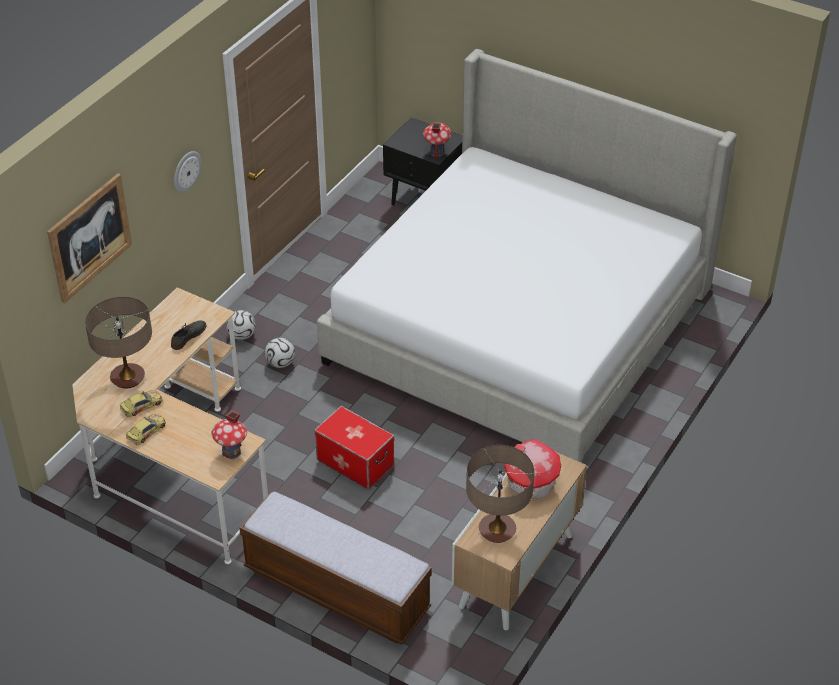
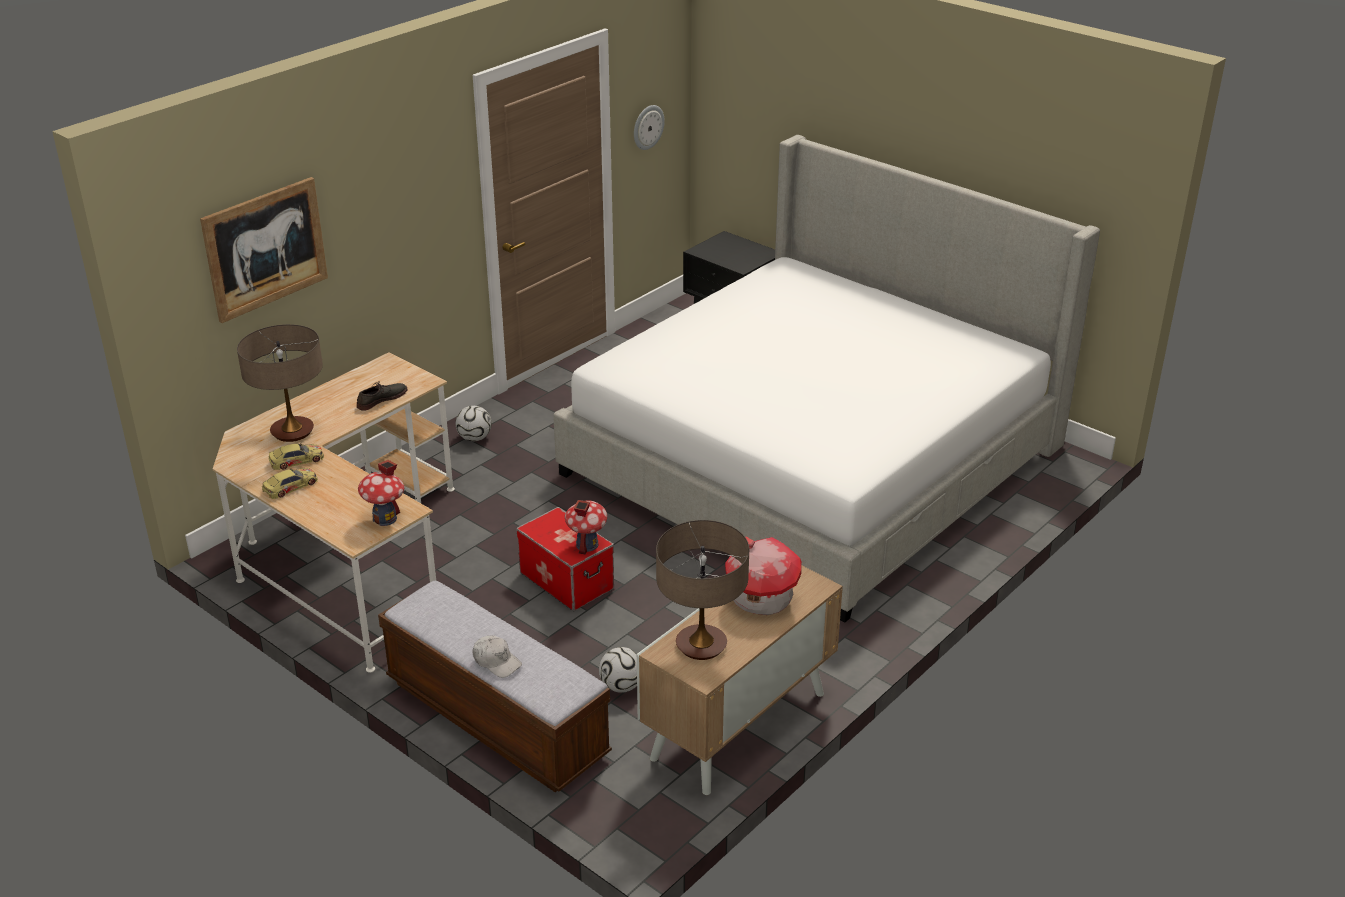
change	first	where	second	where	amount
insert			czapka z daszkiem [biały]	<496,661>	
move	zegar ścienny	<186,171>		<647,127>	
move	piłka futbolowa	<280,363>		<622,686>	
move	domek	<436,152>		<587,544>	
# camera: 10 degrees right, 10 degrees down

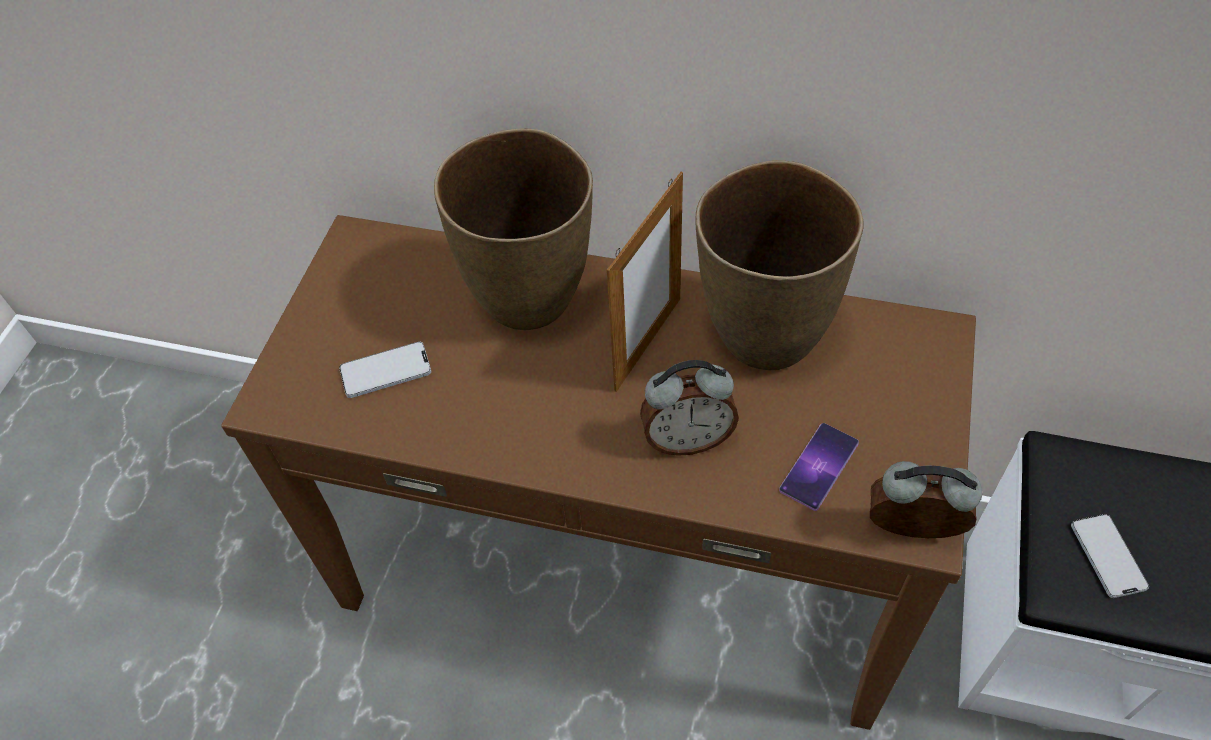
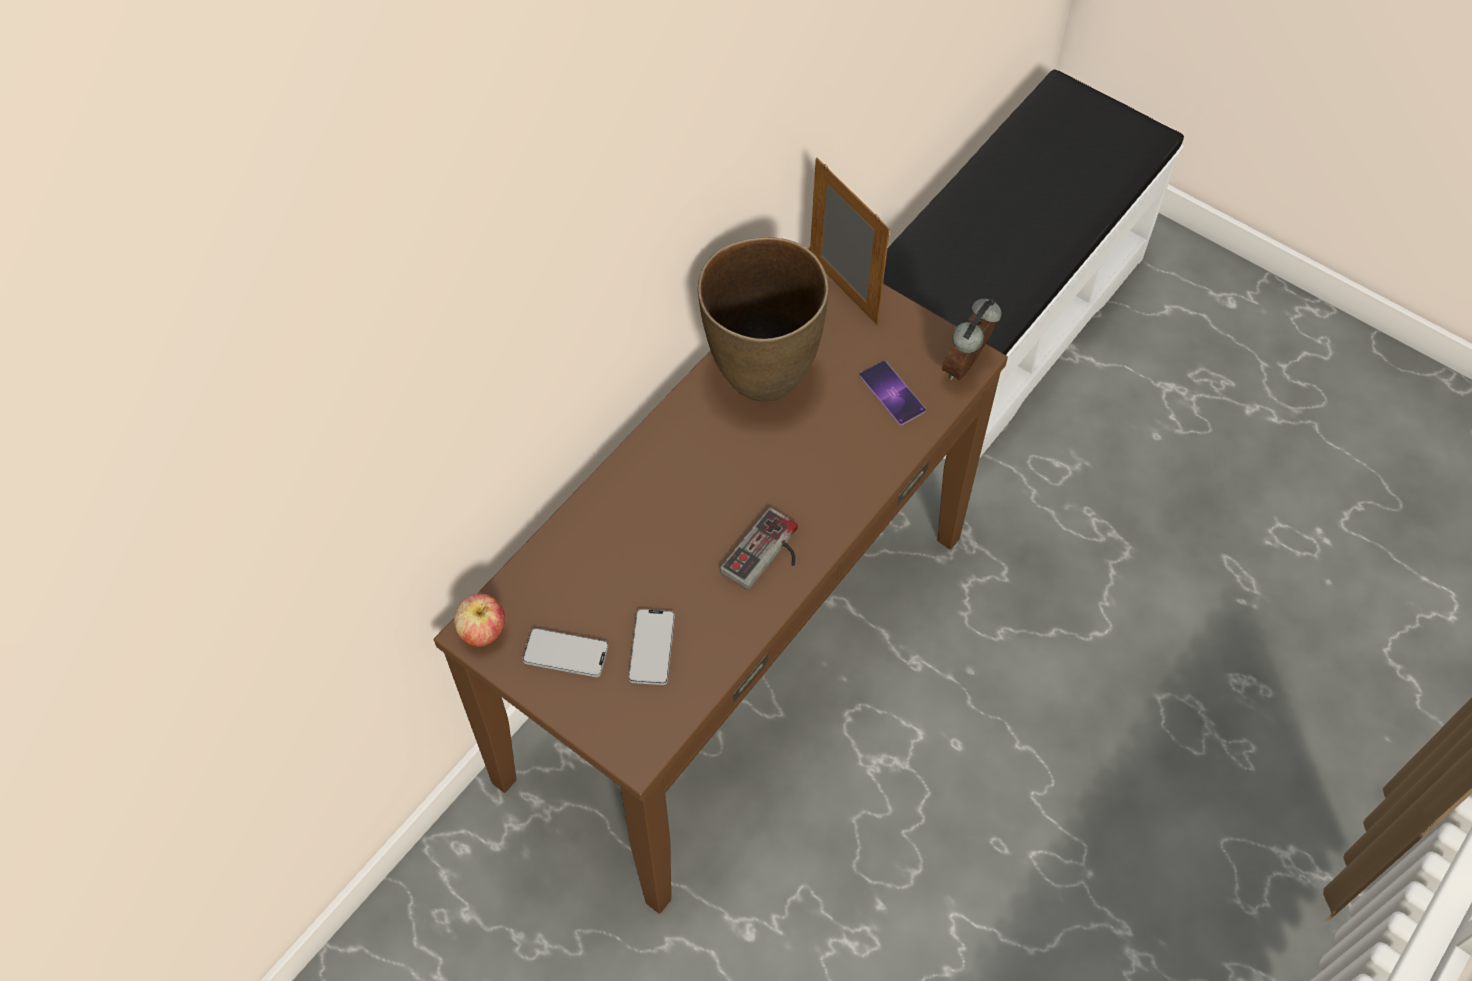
change	first	where	second	where	amount
delete	wazon [brązowy]	<531,299>			
delete	budzik	<687,439>			
insert			jabłko	<483,631>	
insert			pad do gier	<767,555>	
move	ramka na zdjęcie	<648,343>		<843,290>	
move	telefon	<1108,556>		<565,653>	
# camera: 70 degrees left, 5 degrees up

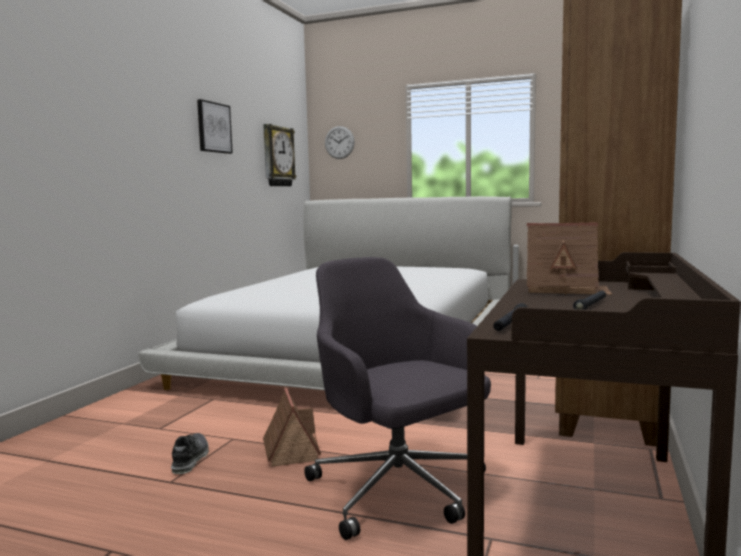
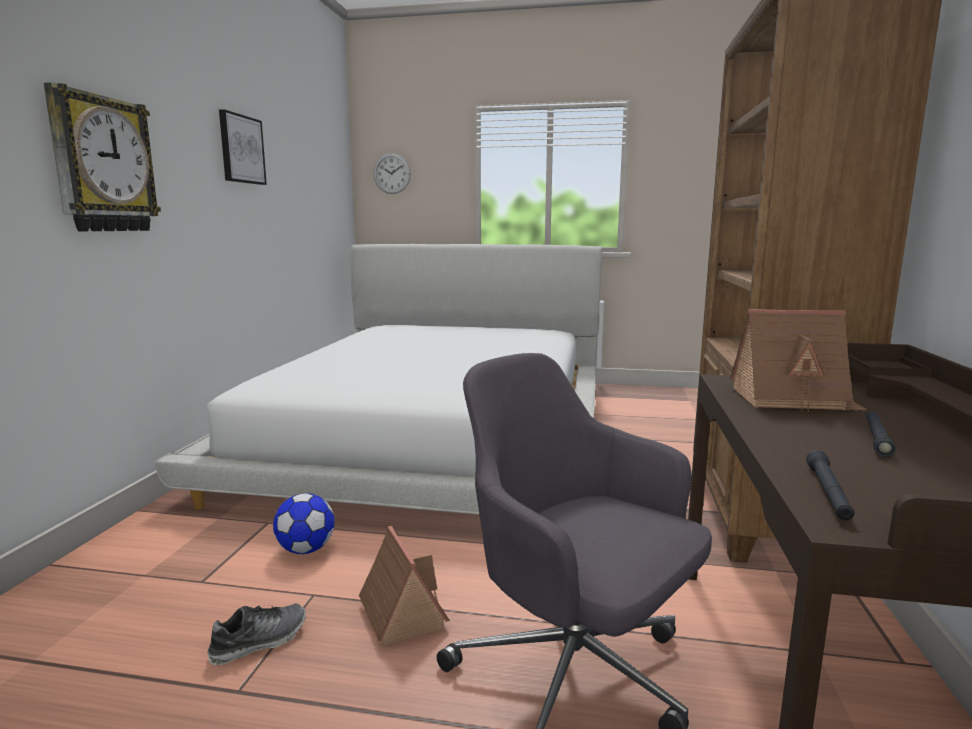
change	first	where	second	where	amount
insert			piłka futbolowa	<306,550>	
move	zegar ścienny	<277,156>		<102,165>	
rotate	but	<190,460>		<259,642>	60 degrees clockwise
# camera: 10 degrees left, 5 degrees up

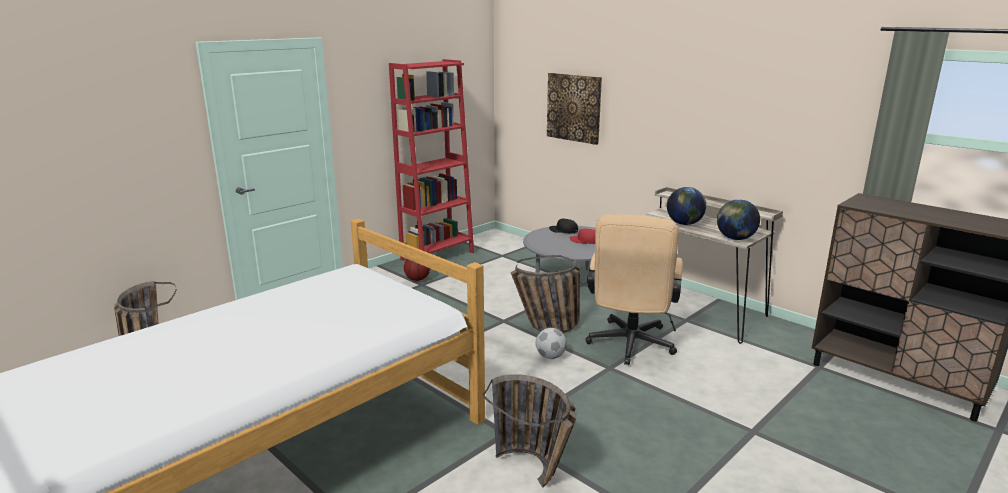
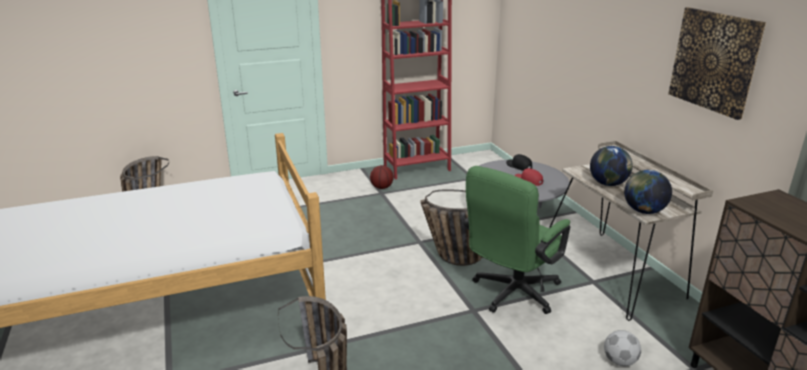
change	first	where	second	where	amount
move	piłka futbolowa	<550,357>		<619,361>	
move	obraz	<574,107>		<714,61>	
recolor	krzesło biurowe [beżowy]	<630,346>	krzesło biurowe [zielony]	<511,294>	
# camera: 25 degrees right, 5 degrees up

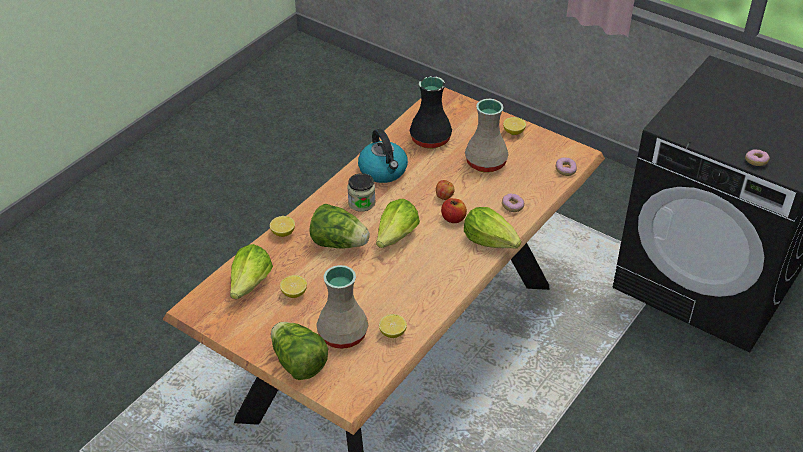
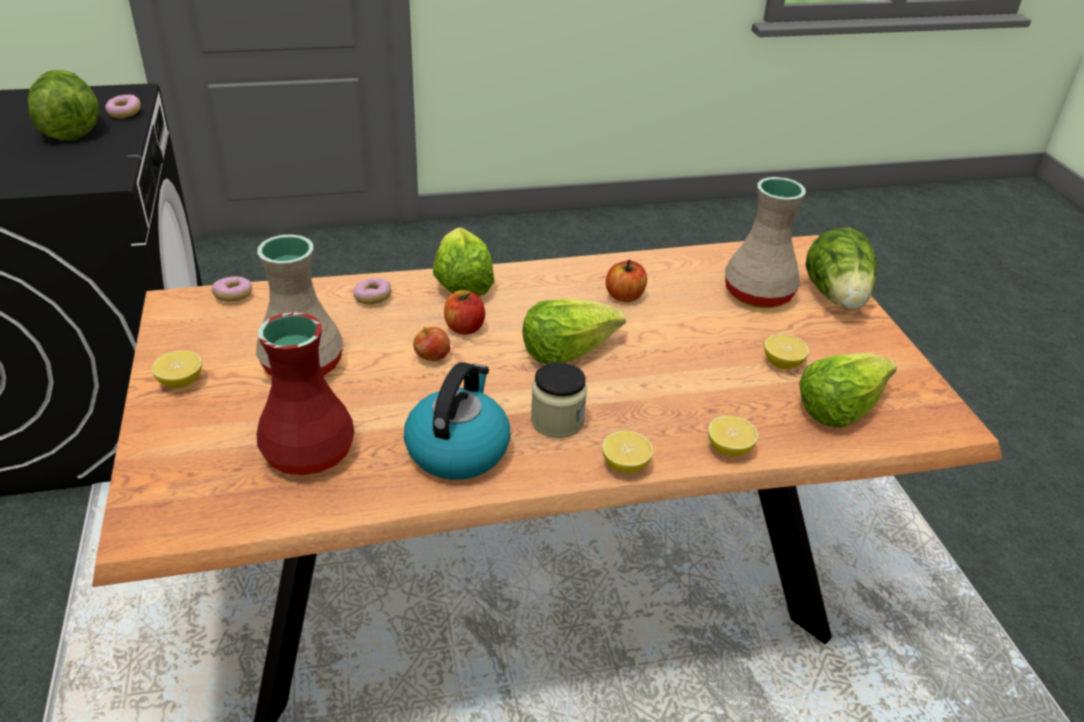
change	first	where	second	where	amount
insert			jabłko	<624,296>	
move	sałata	<339,243>		<69,129>	
move	cytryna	<392,333>		<625,465>	
recolor	wazon [czarny]	<431,139>	wazon [czerwony]	<306,452>	
# camera: 140 degrees left, 5 degrees down

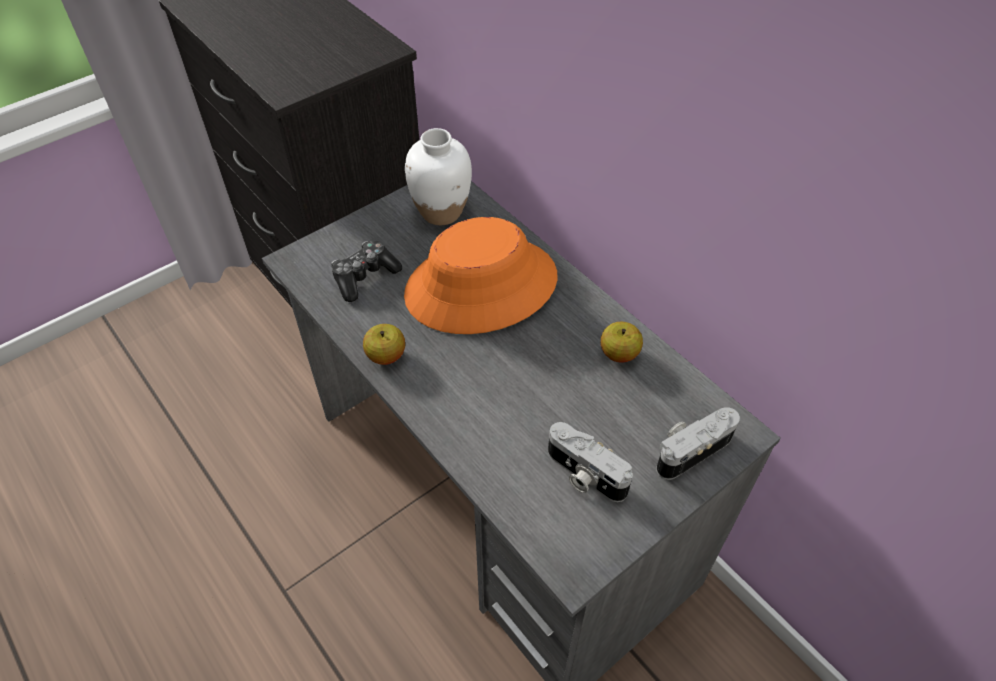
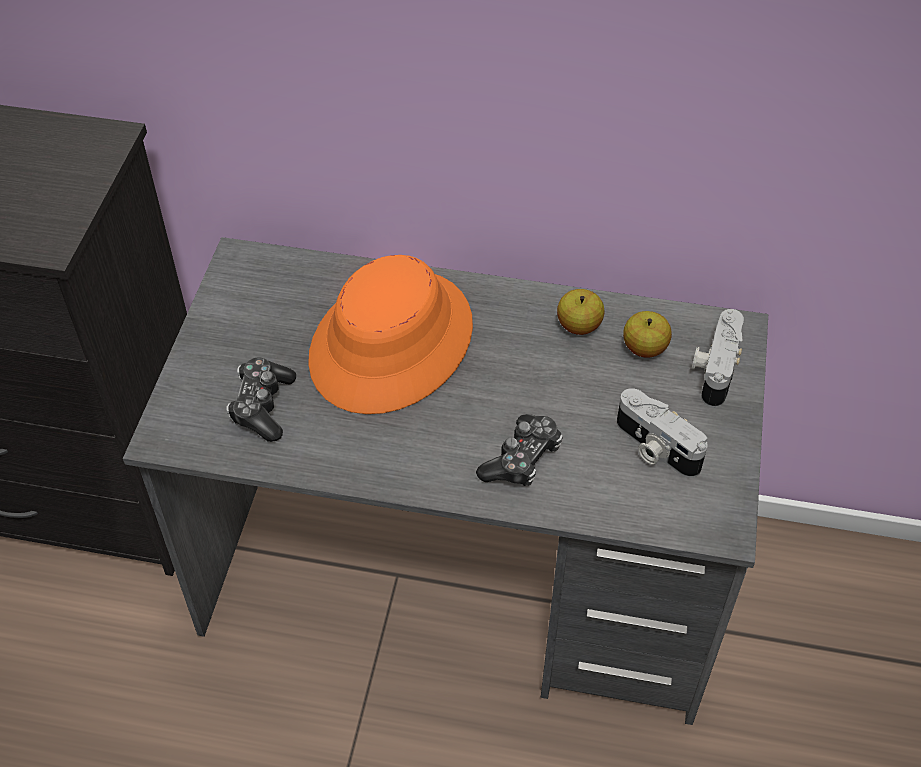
change	first	where	second	where	amount
delete	wazon [biały]	<441,212>			
insert			pad do gier	<522,459>	
move	jabłko	<386,356>		<644,348>	
rotate	aparat fotograficzny	<584,475>		<654,448>	45 degrees clockwise
# camera: 40 degrees left, 0 degrees up

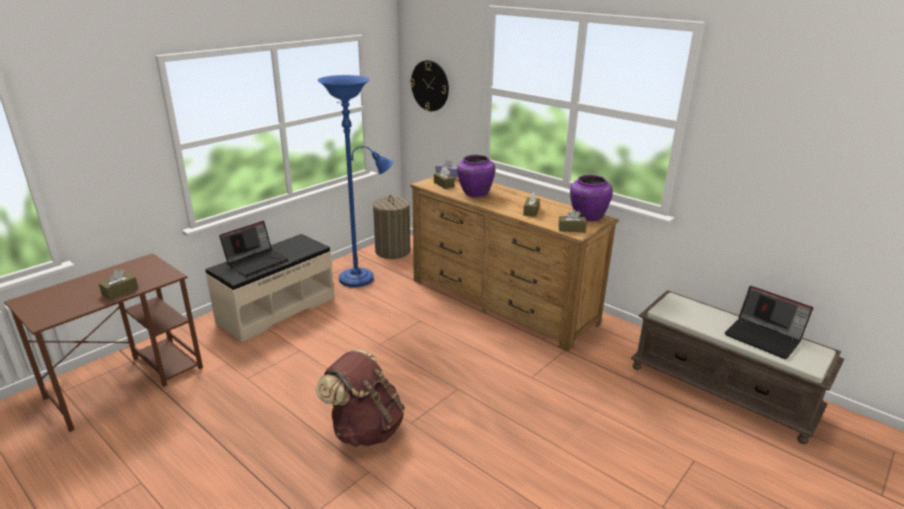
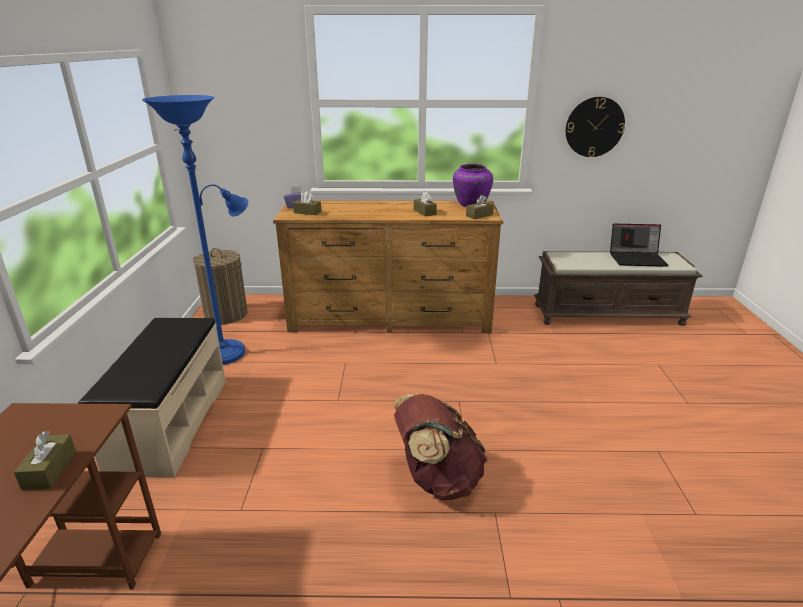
change	first	where	second	where	amount
delete	laptop	<257,261>			
delete	wazon [fioletowy]	<474,193>			
move	zegar ścienny	<430,86>		<594,127>	
# camera: 40 degrees left, 0 degrees up

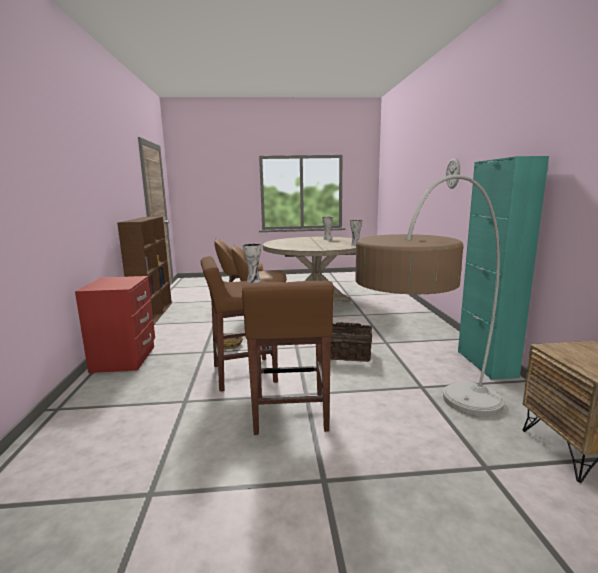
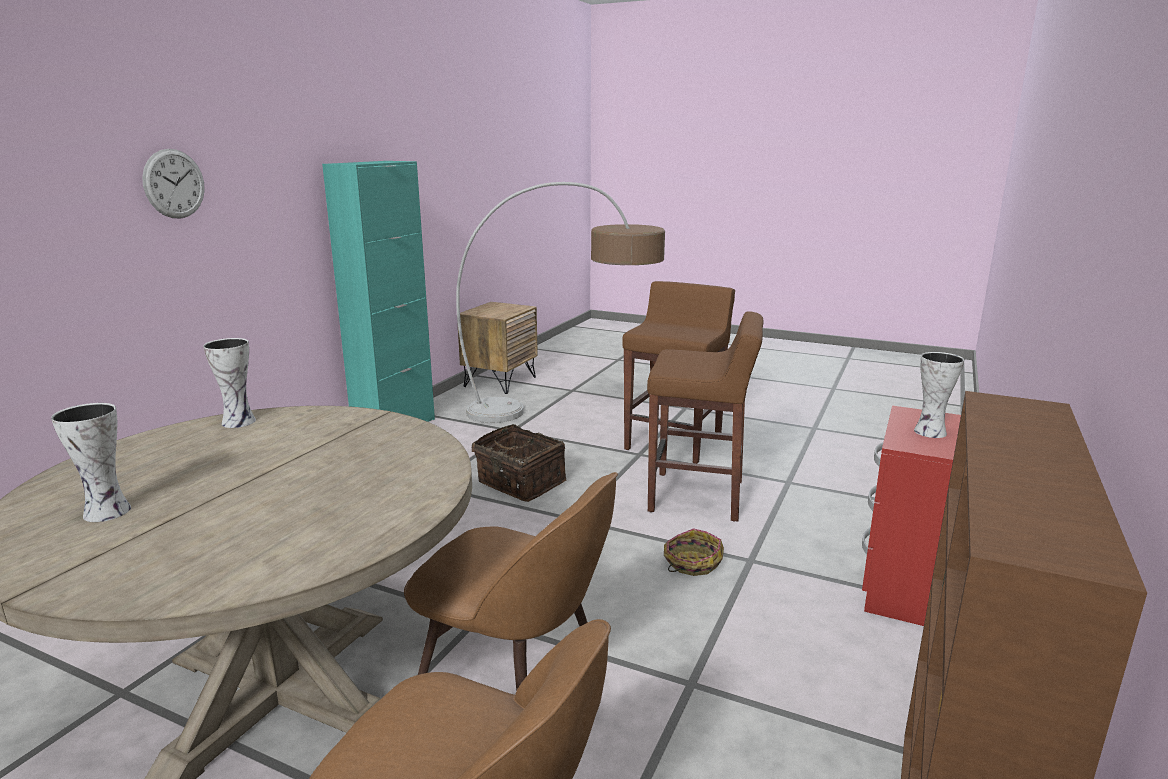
change	first	where	second	where	amount
move	wazon	<254,281>		<928,432>	
# camera: 150 degrees left, 5 degrees up

